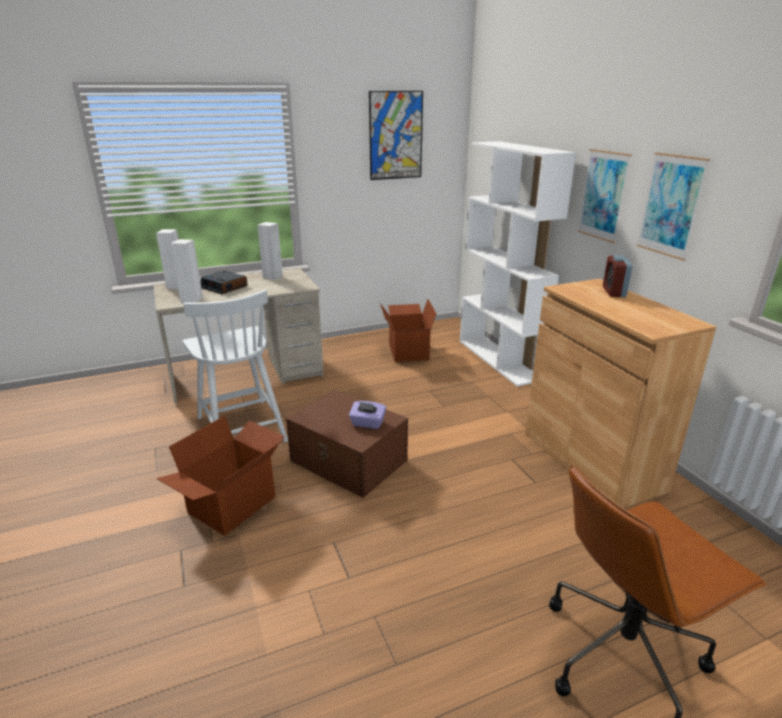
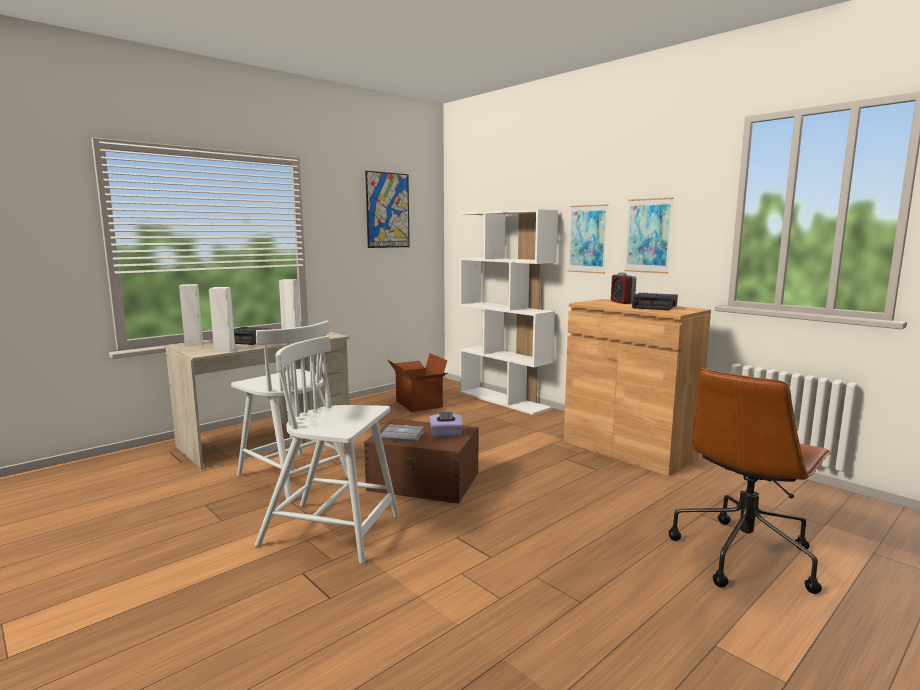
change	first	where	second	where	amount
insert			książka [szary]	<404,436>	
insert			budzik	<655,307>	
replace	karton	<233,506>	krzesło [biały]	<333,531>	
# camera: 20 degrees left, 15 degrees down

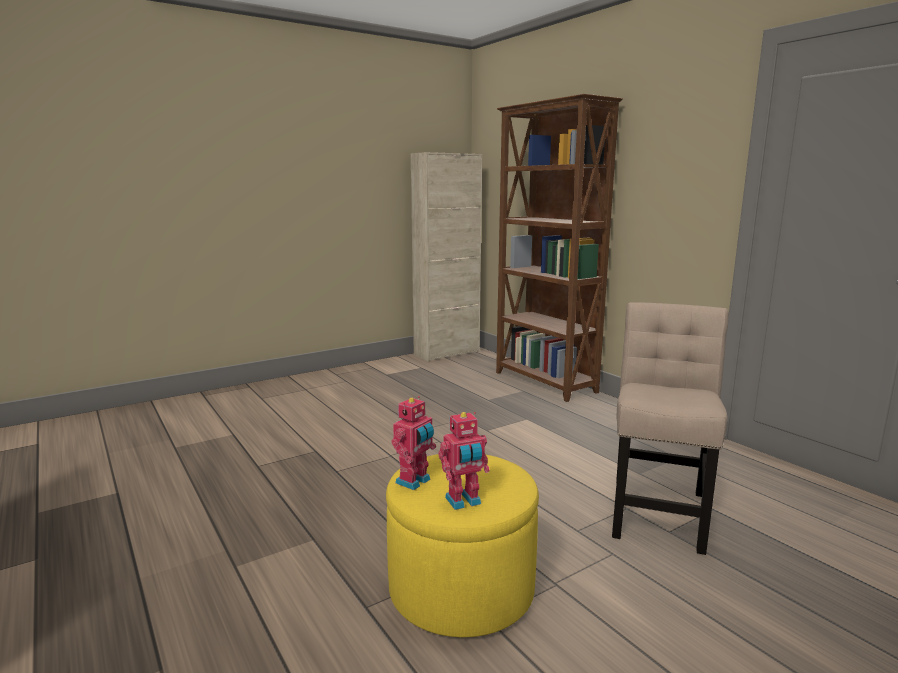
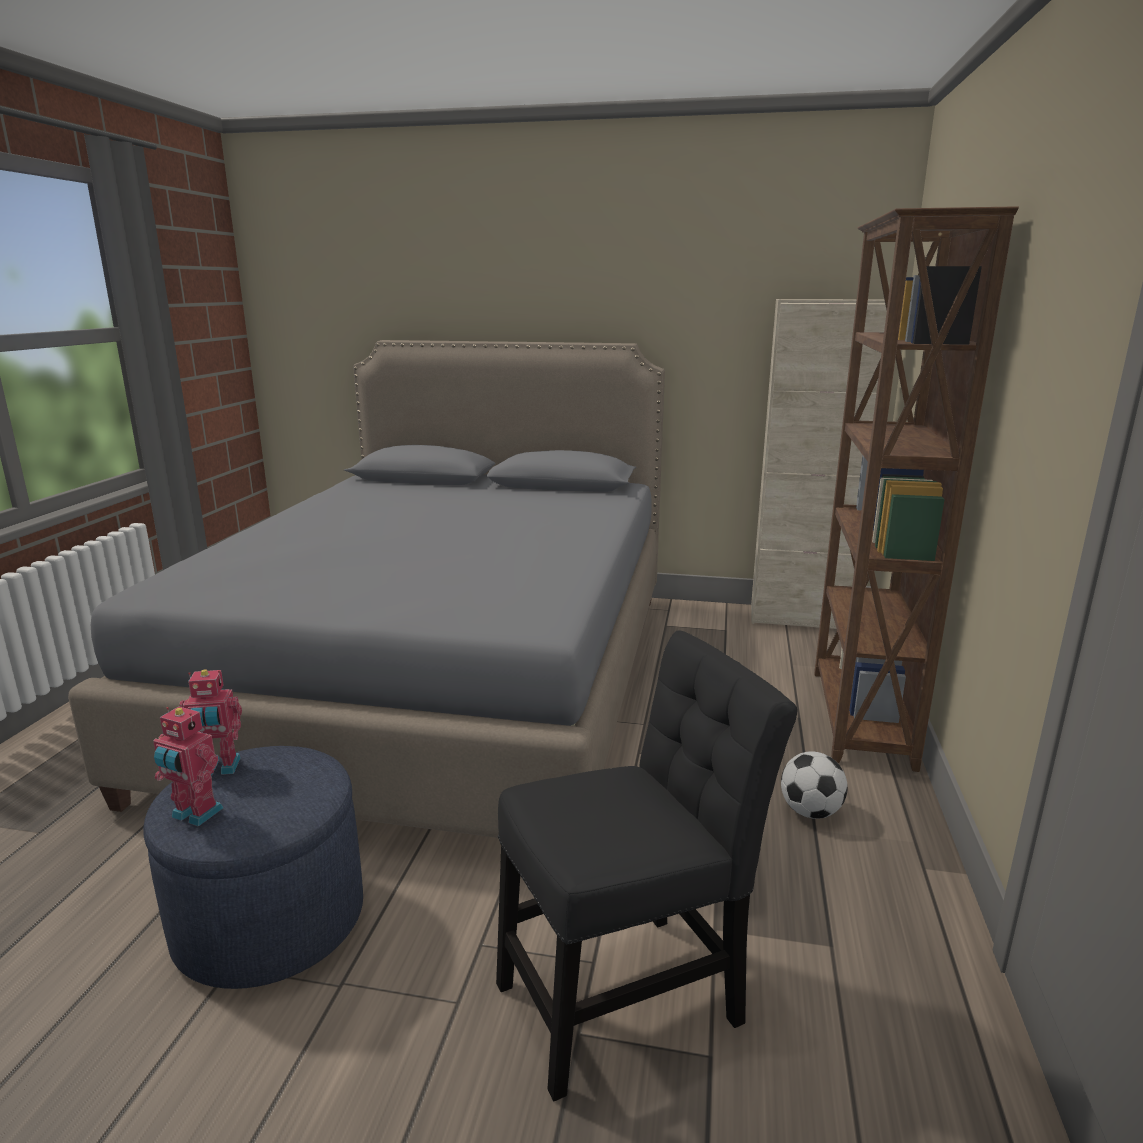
change	first	where	second	where	amount
insert			łóżko [szary]	<446,680>	
insert			piłka futbolowa	<811,812>	
recolor	pufa [żółty]	<461,588>	pufa [niebieski]	<270,919>	
recolor	krzesło [beżowy]	<658,510>	krzesło [czarny]	<628,995>	
# camera: 45 degrees right, 5 degrees up

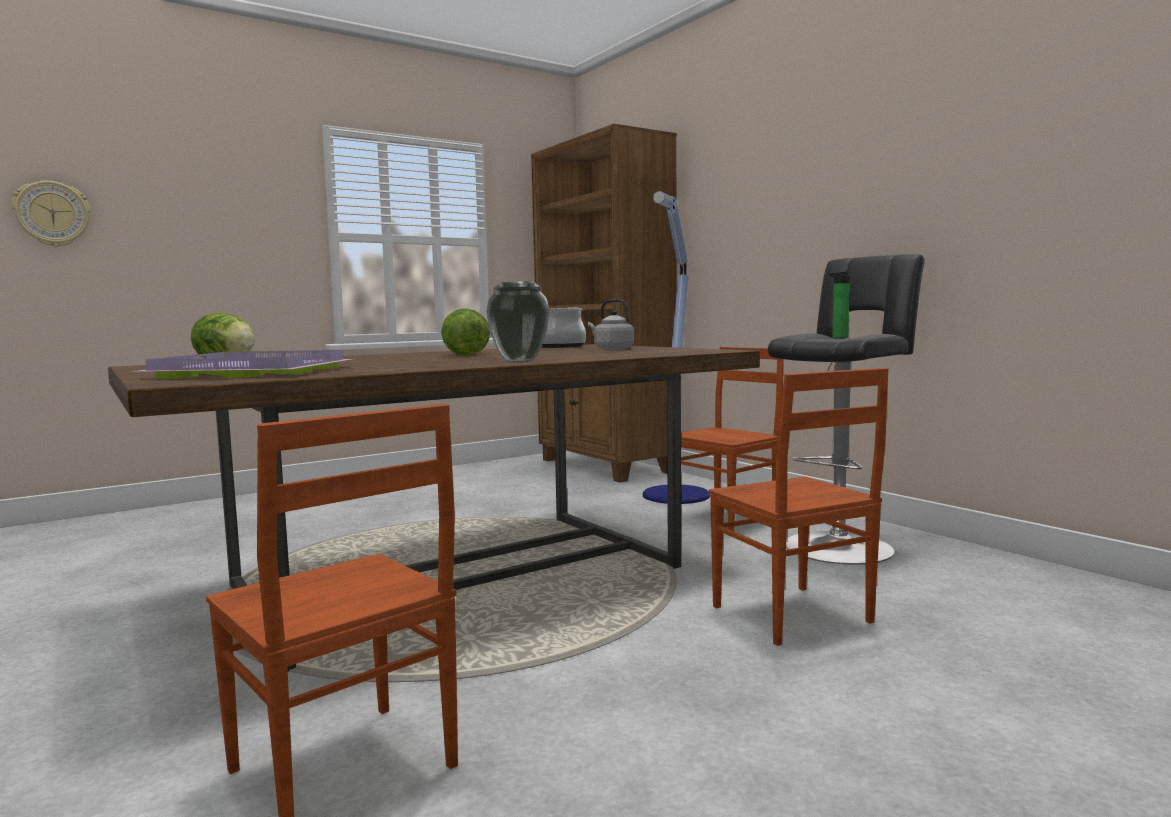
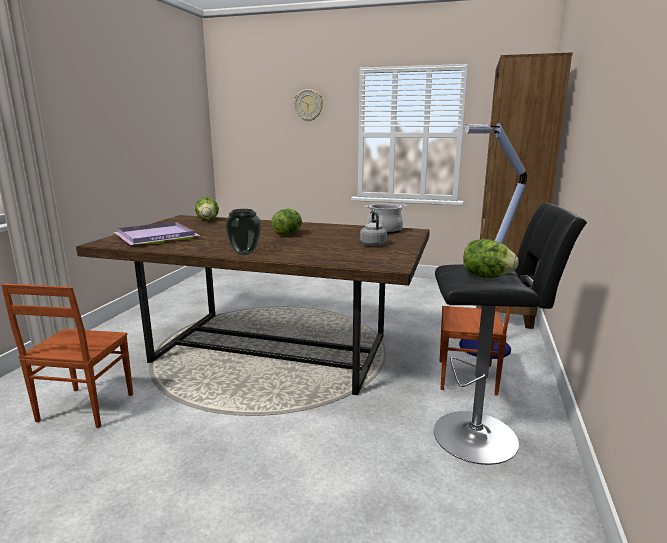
change	first	where	second	where	amount
delete	krzesło [brązowy]	<791,615>			
move	zegar ścienny	<52,214>		<308,105>	
replace	butelka	<838,337>	sałata	<486,277>	
# camera: 50 degrees right, 10 degrees up

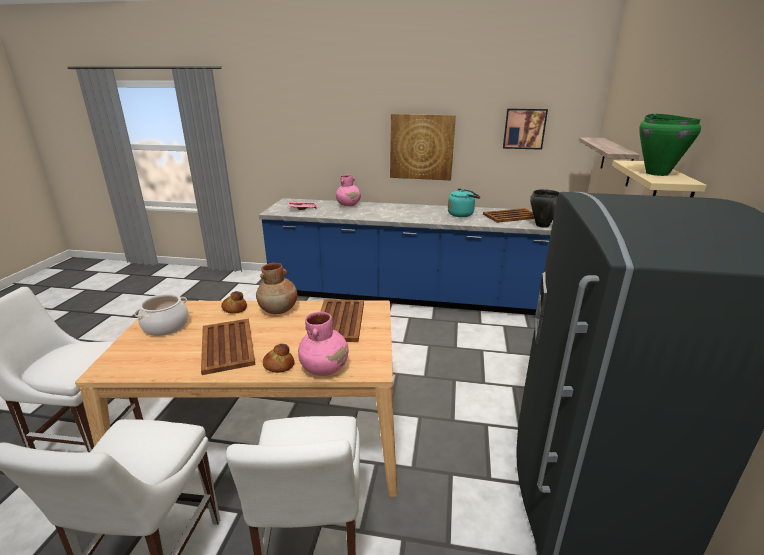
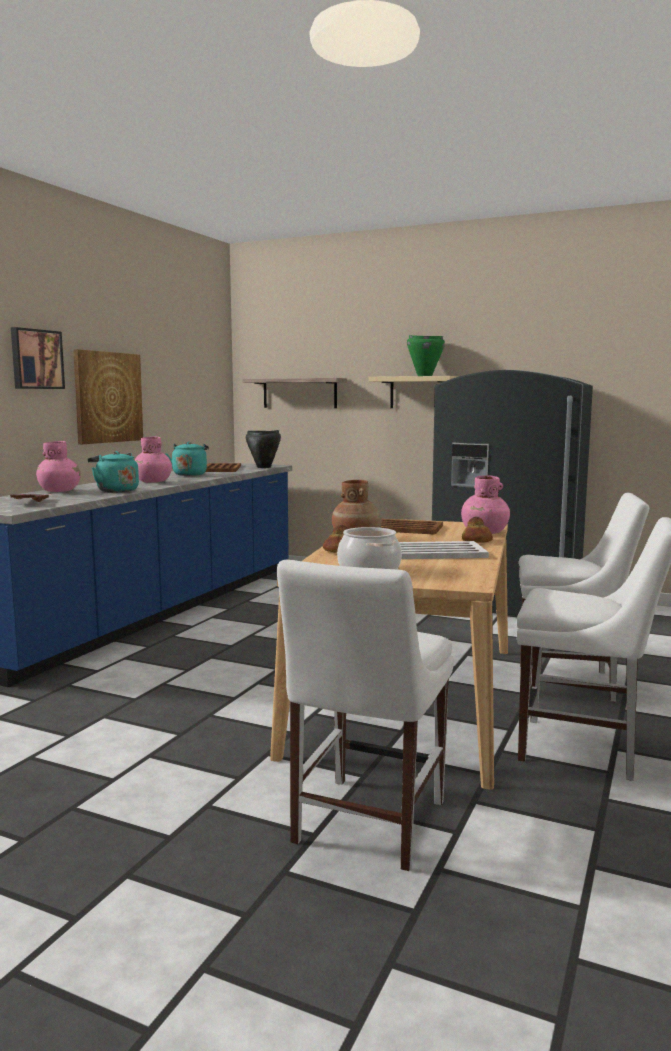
change	first	where	second	where	amount
insert			czajnik [turkusowy]	<115,490>	
insert			wazon [różowy]	<153,482>	
move	obraz	<524,128>		<36,359>	
recolor	taca [brązowy]	<228,345>	taca [biały]	<431,552>	
# camera: 75 degrees left, 15 degrees down

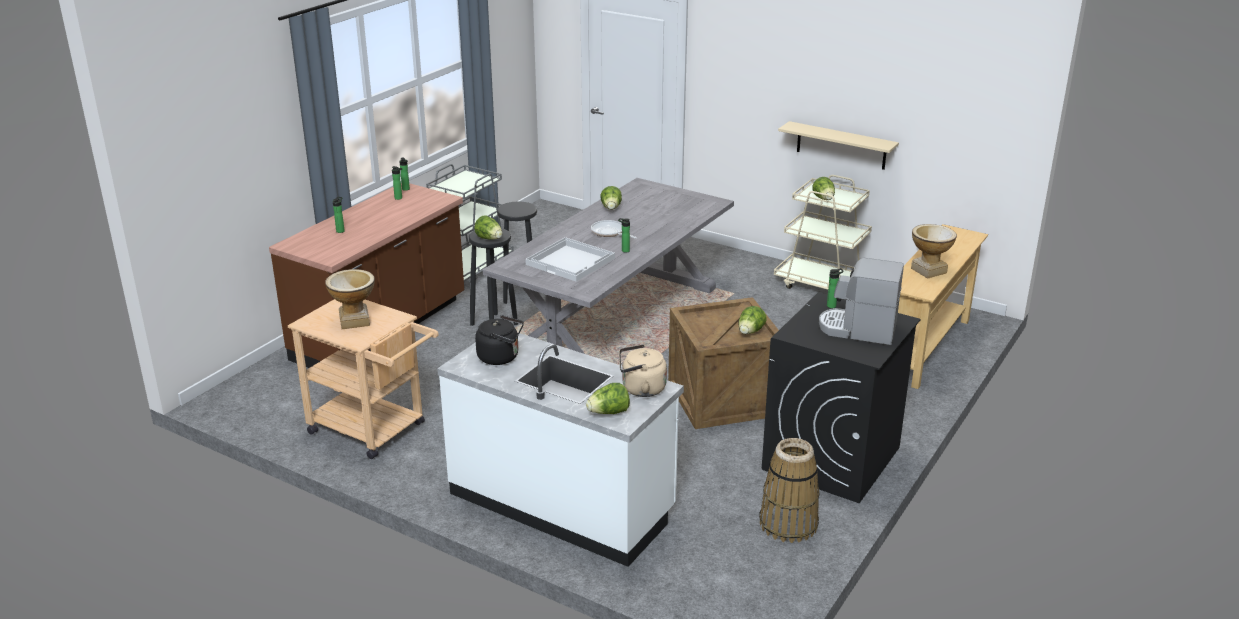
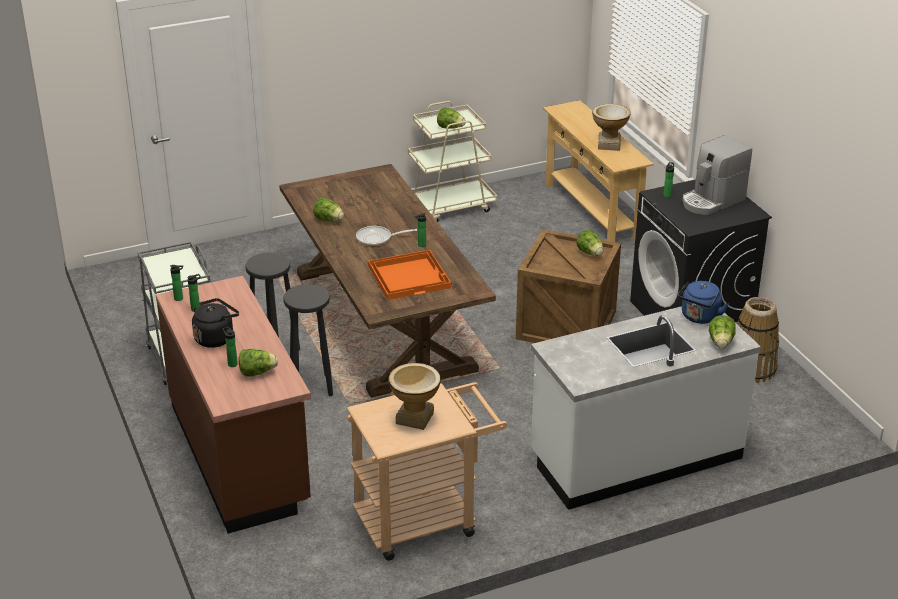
change	first	where	second	where	amount
delete	półka [beżowy]	<841,145>			
move	sałata	<489,239>		<257,372>	
move	czajnik [czarny]	<501,357>		<216,338>	
recolor	stół jadalny [szary]	<616,319>	stół jadalny [brązowy]	<384,321>	
recolor	taca [biały]	<571,261>	taca [pomarańczowy]	<409,276>	
recolor	czajnik [beżowy]	<640,389>	czajnik [niebieski]	<699,317>	
# camera: 55 degrees left, 5 degrees up

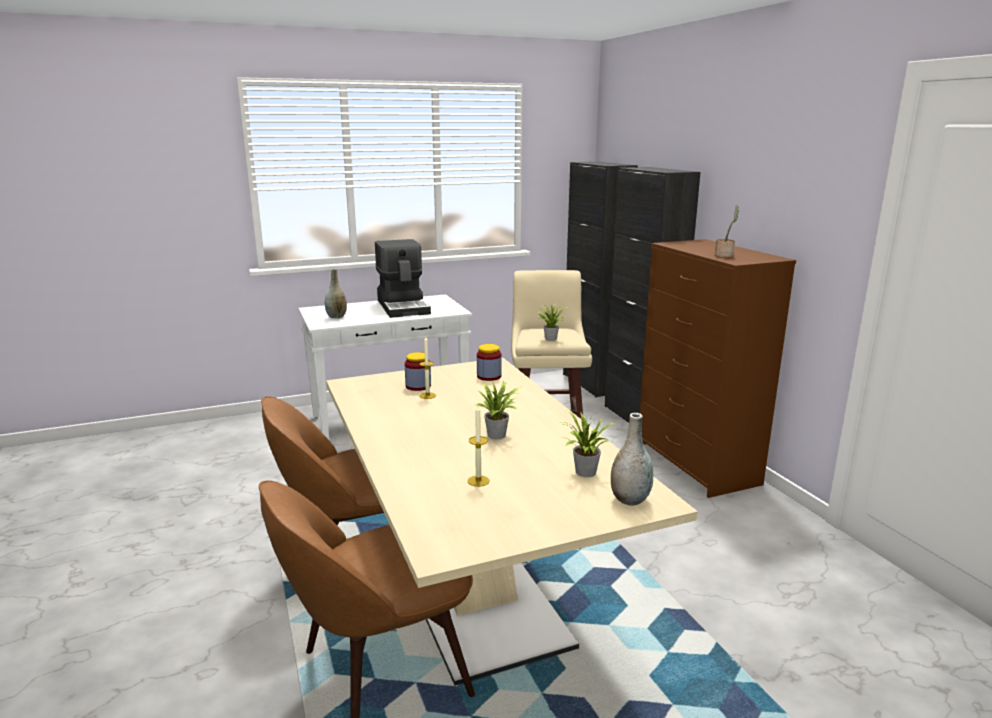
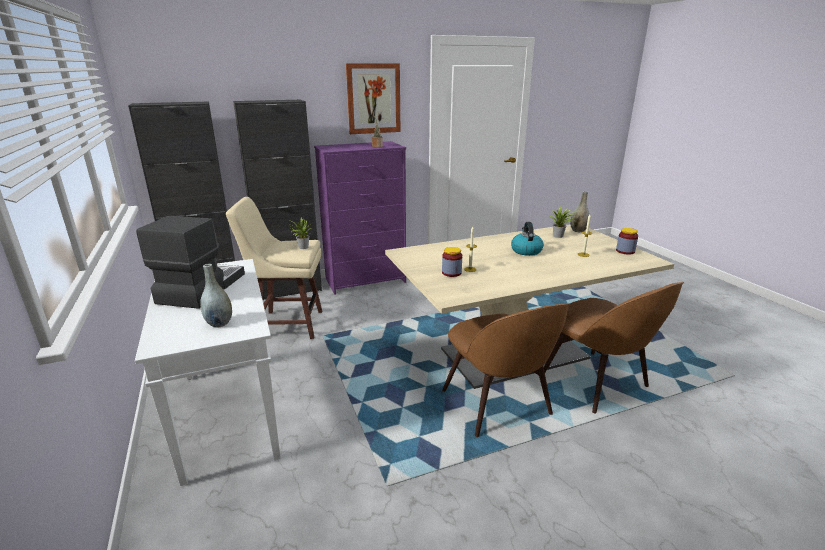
change	first	where	second	where	amount
insert			obraz	<373,99>	
move	słoik	<489,376>		<625,251>	
replace	roślina doniczkowa	<499,435>	czajnik	<526,250>	
recolor	komoda [brązowy]	<697,464>	komoda [fioletowy]	<366,280>	
rotate	ekspres do kawy	<404,307>		<200,288>	60 degrees counterclockwise
# camera: 90 degrees left, 5 degrees up

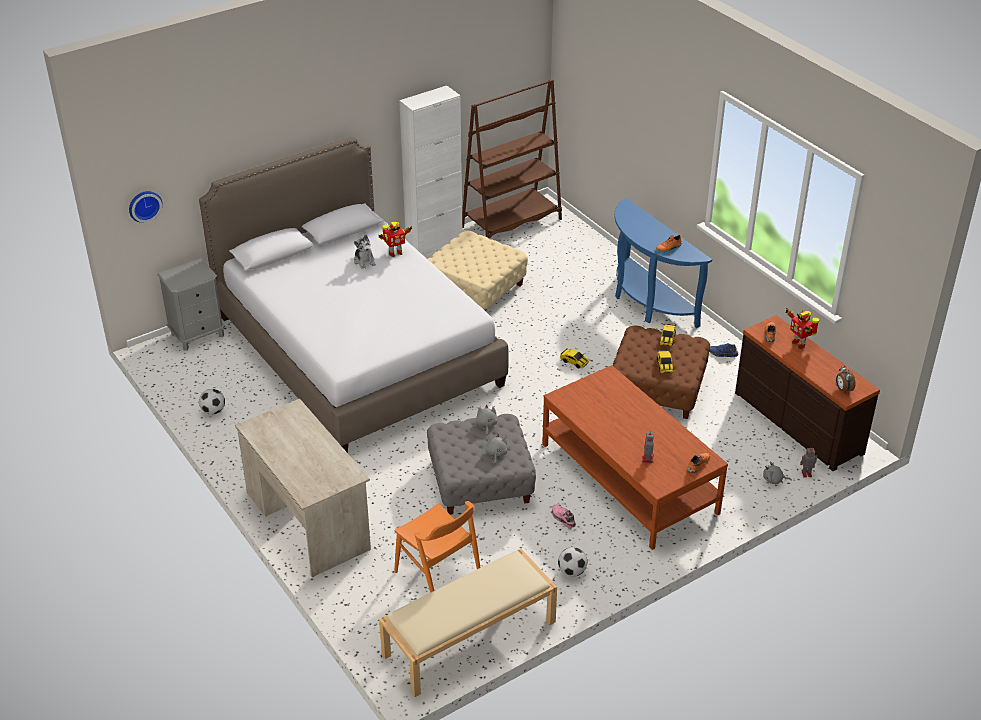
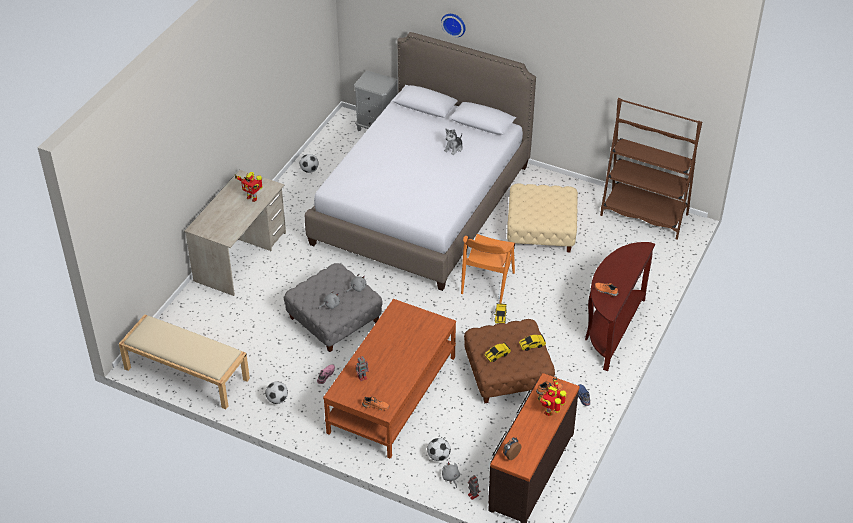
change	first	where	second	where	amount
delete	szafka [biały]	<434,244>			
insert			piłka futbolowa	<438,456>	
move	zegar ścienny	<144,205>		<454,24>	
move	robot zabawkowy	<395,253>		<252,197>	
move	krzesło [pomarańczowy]	<438,576>		<487,283>	
recolor	stolik konsolowy [niebieski]	<648,302>	stolik konsolowy [brązowy]	<611,329>	
# camera: 60 degrees right, 5 degrees up

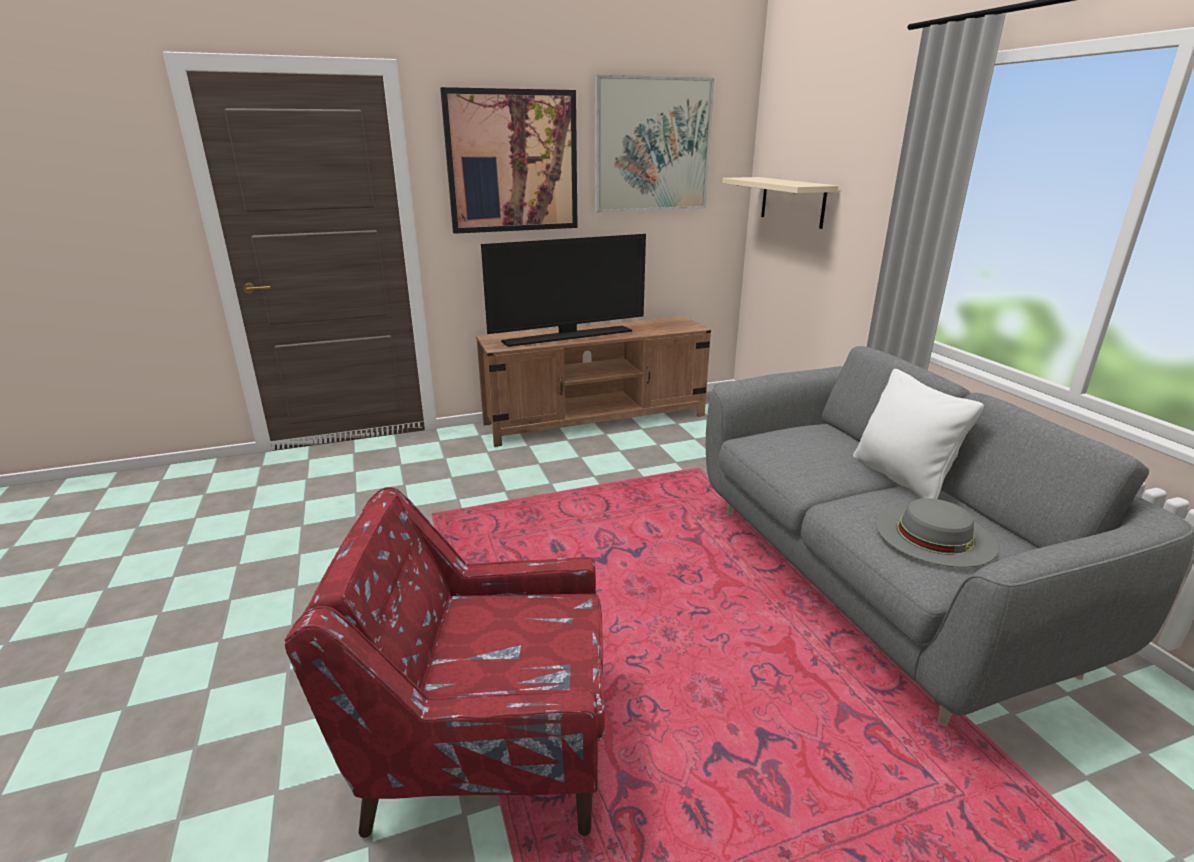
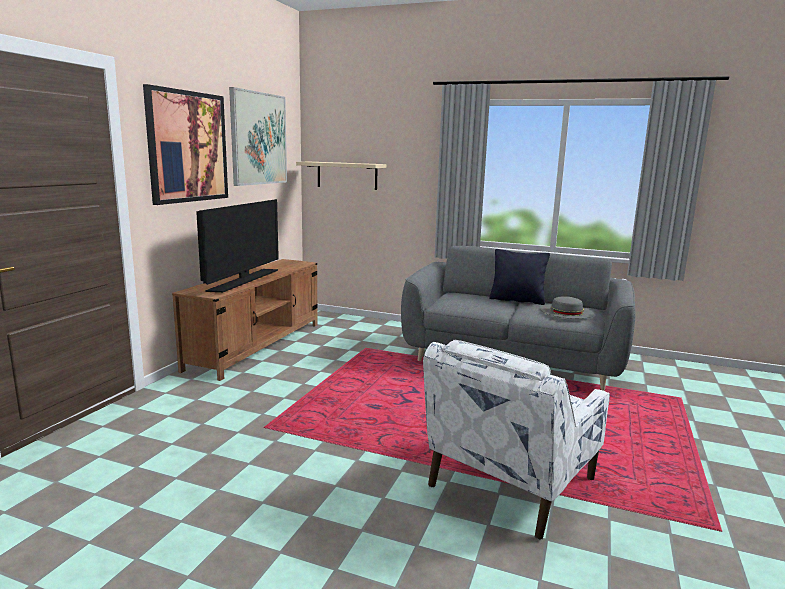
change	first	where	second	where	amount
recolor	fotel [czerwony]	<484,744>	fotel [biały]	<510,484>	
recolor	poduszka [biały]	<901,477>	poduszka [czarny]	<517,300>	
# camera: 50 degrees left, 10 degrees down

